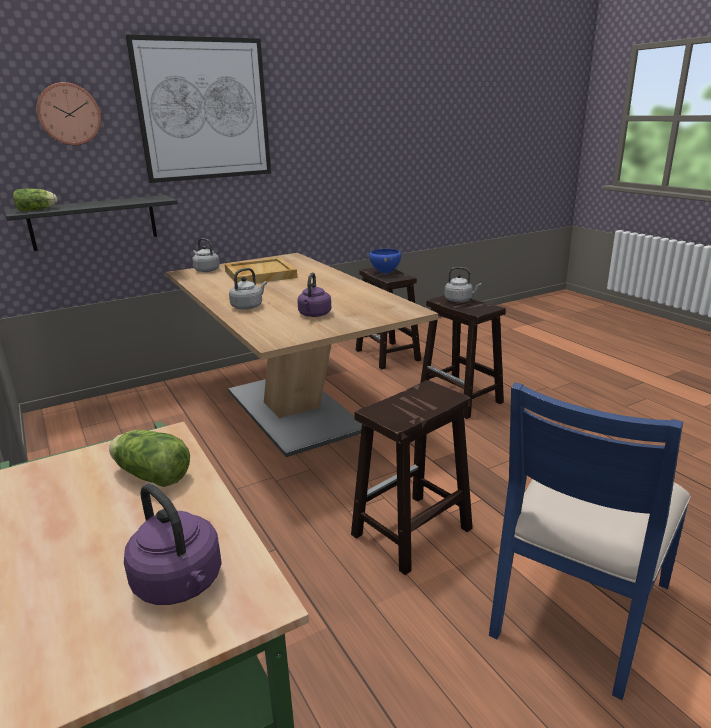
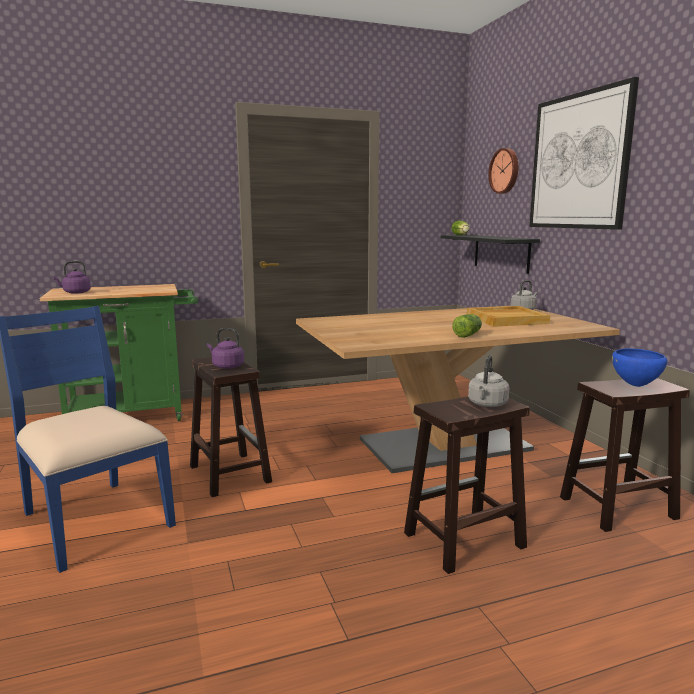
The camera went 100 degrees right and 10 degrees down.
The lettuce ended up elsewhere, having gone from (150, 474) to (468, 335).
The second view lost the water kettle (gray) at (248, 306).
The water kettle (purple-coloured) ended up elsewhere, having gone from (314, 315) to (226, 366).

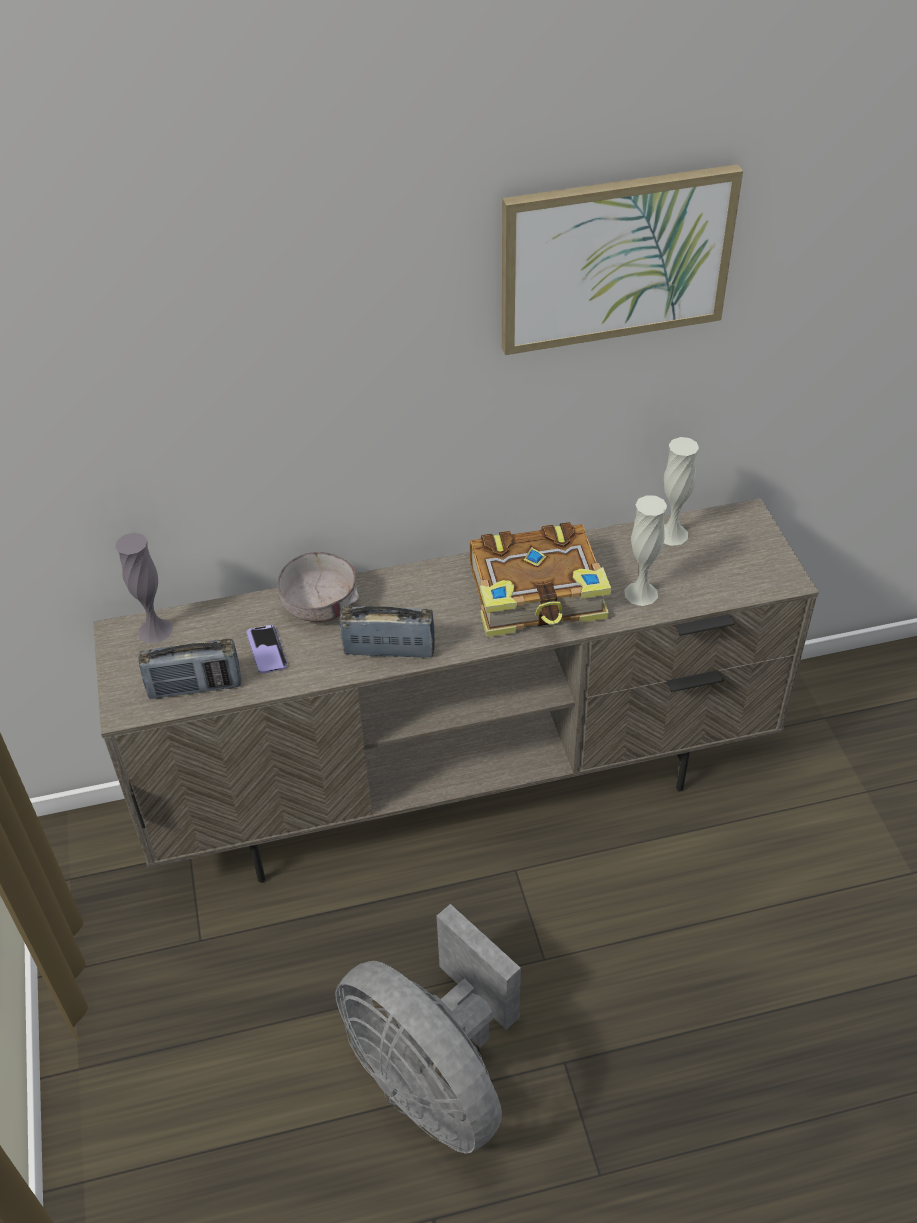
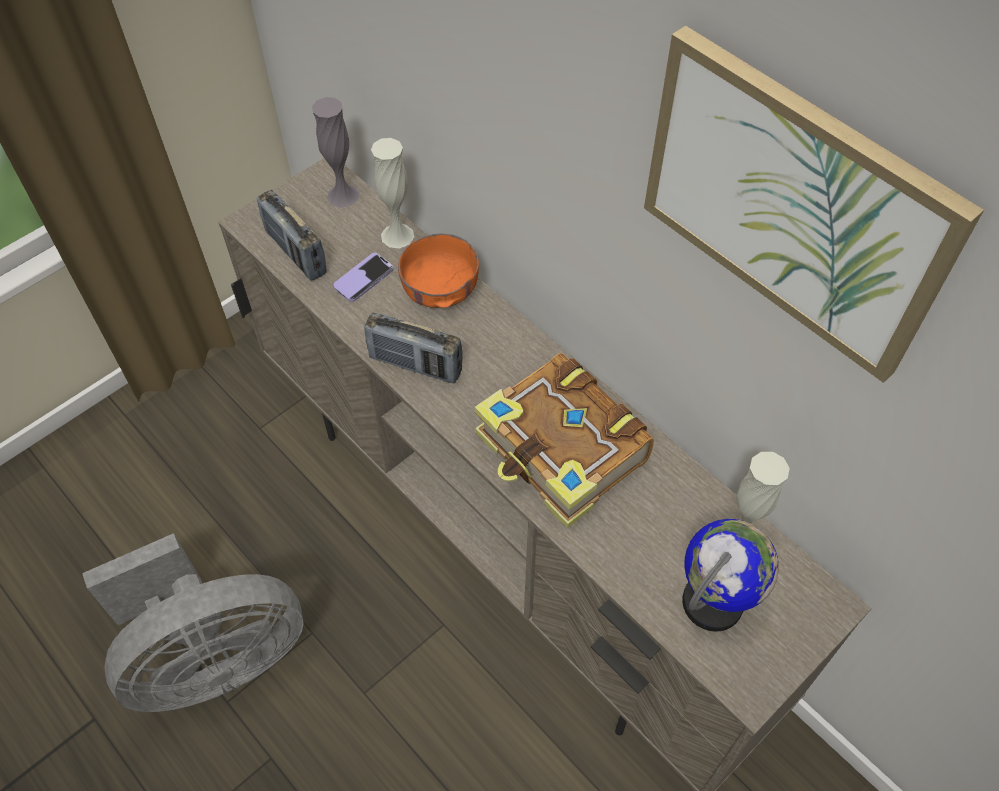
The camera went 60 degrees right and 10 degrees up.
What was the bowl (gray) at (319, 604) turned into the bowl (orange-coloured) at (440, 287).
The fan (gray) at (435, 1077) ended up facing another way, 135 degrees counterclockwise from before.
The radio set at (389, 650) ended up facing another way, 135 degrees clockwise from before.
The flower vase (white-coloured) ended up elsewhere, having gone from (641, 593) to (397, 235).
The second view gained the world globe at (713, 603).

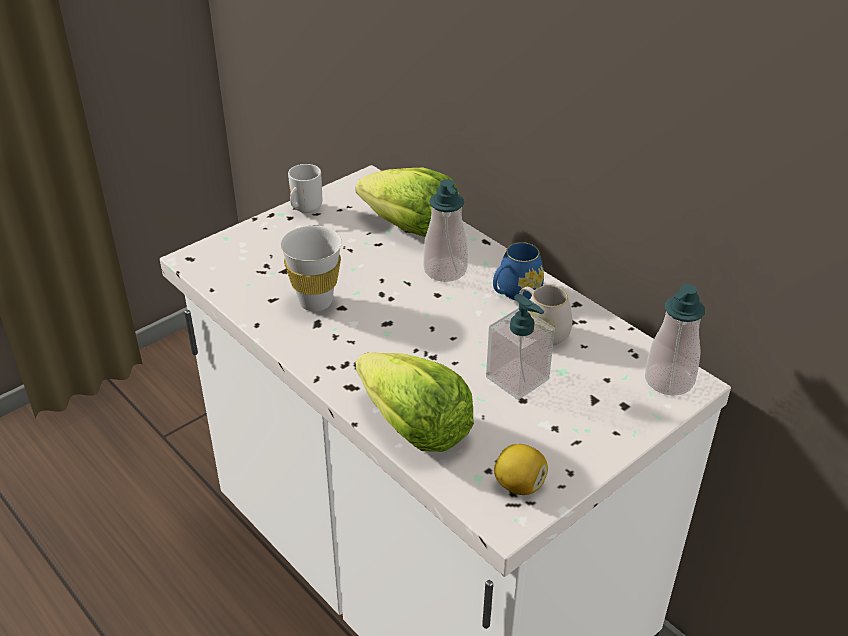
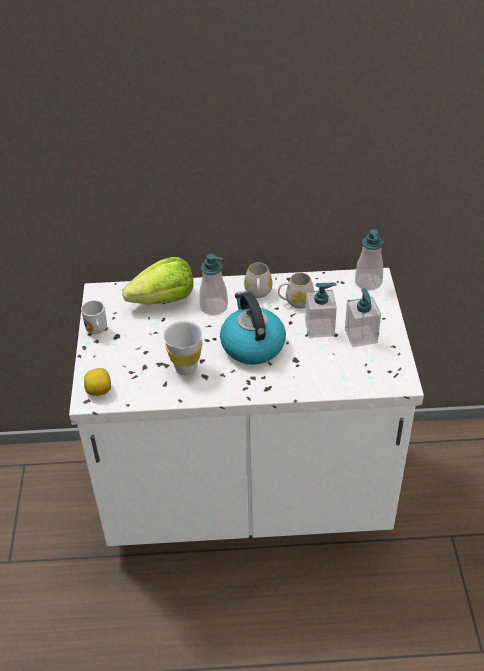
The camera went 50 degrees left and 5 degrees up.
The second view lost the lettuce at (413, 427).
What was the tea mug (blue) at (514, 292) turned into the tea mug (white-coloured) at (258, 293).
The lemon ended up elsewhere, having gone from (519, 485) to (99, 390).
The second view gained the water kettle at (252, 345).
The second view gained the liquid soap bottle at (361, 336).

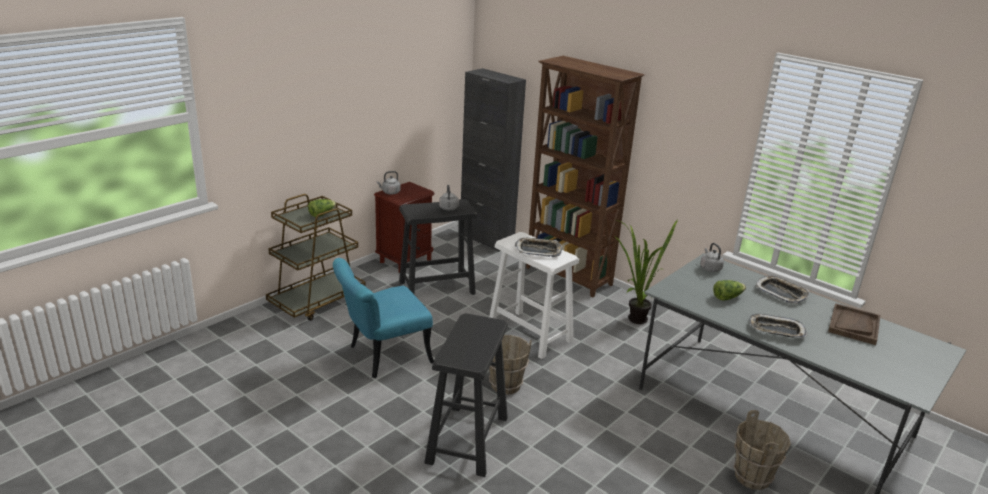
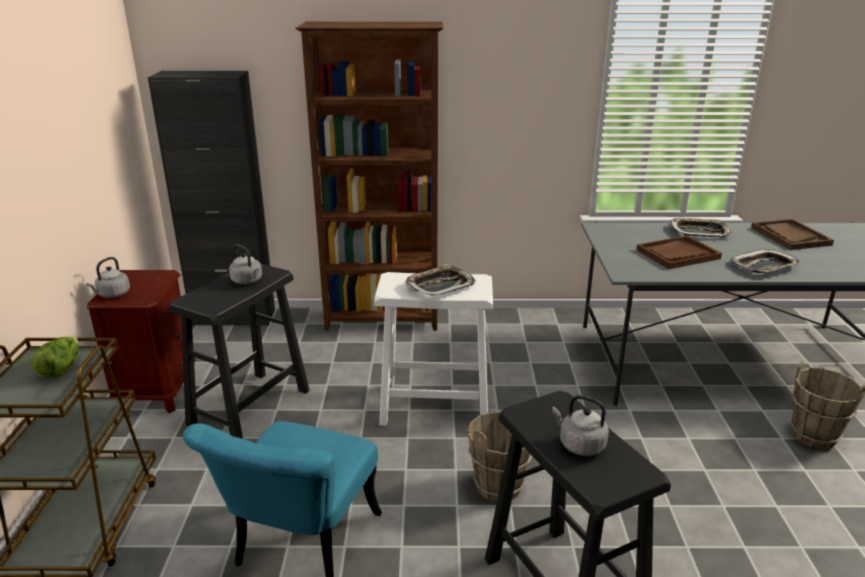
The camera went 40 degrees left and 0 degrees up.
The second view lost the potted plant at (633, 318).
The water kettle (gray) ended up elsewhere, having gone from (710, 268) to (579, 445).
Where the lettuce stood at (727, 297), the carrying tray (brown) came to stand at (677, 254).

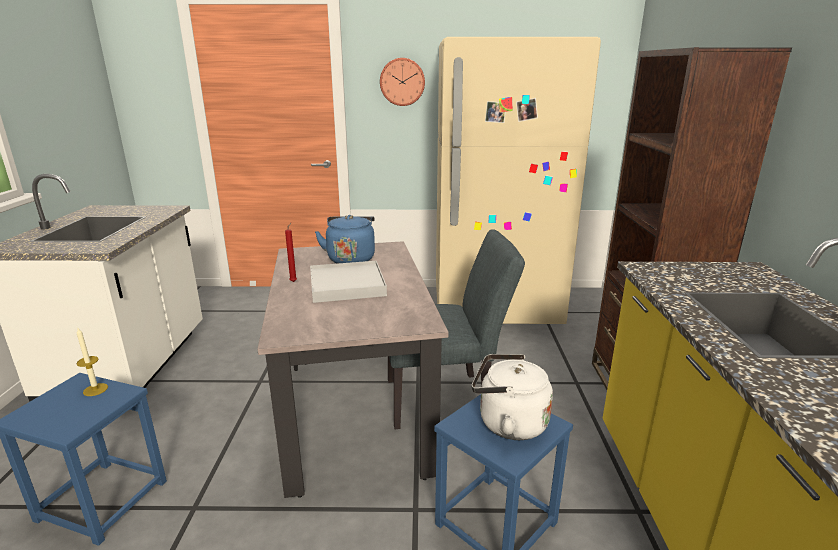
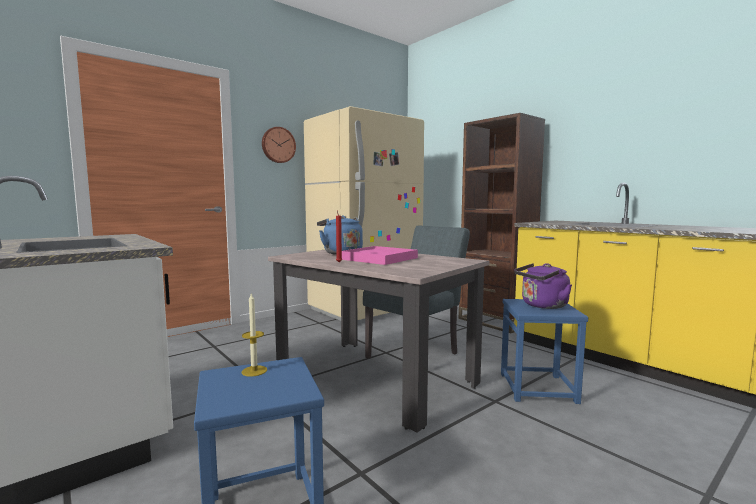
The camera went 40 degrees left and 15 degrees down.
What was the carrying tray (white-coloured) at (346, 285) turned into the carrying tray (pink-coloured) at (379, 258).
What was the water kettle (white-coloured) at (508, 423) turned into the water kettle (purple-coloured) at (542, 306).

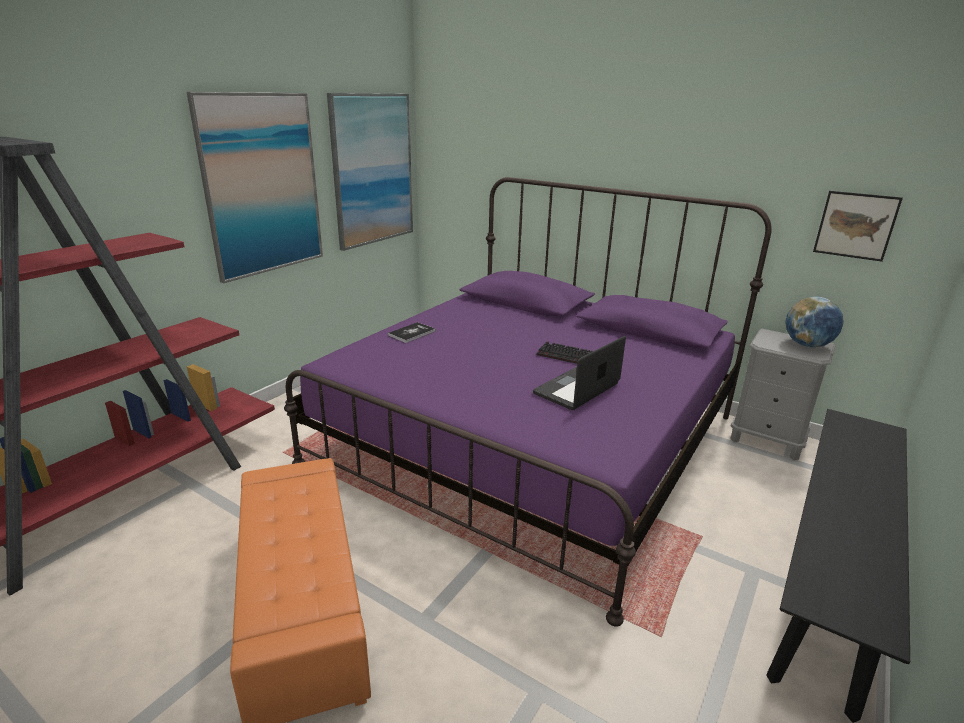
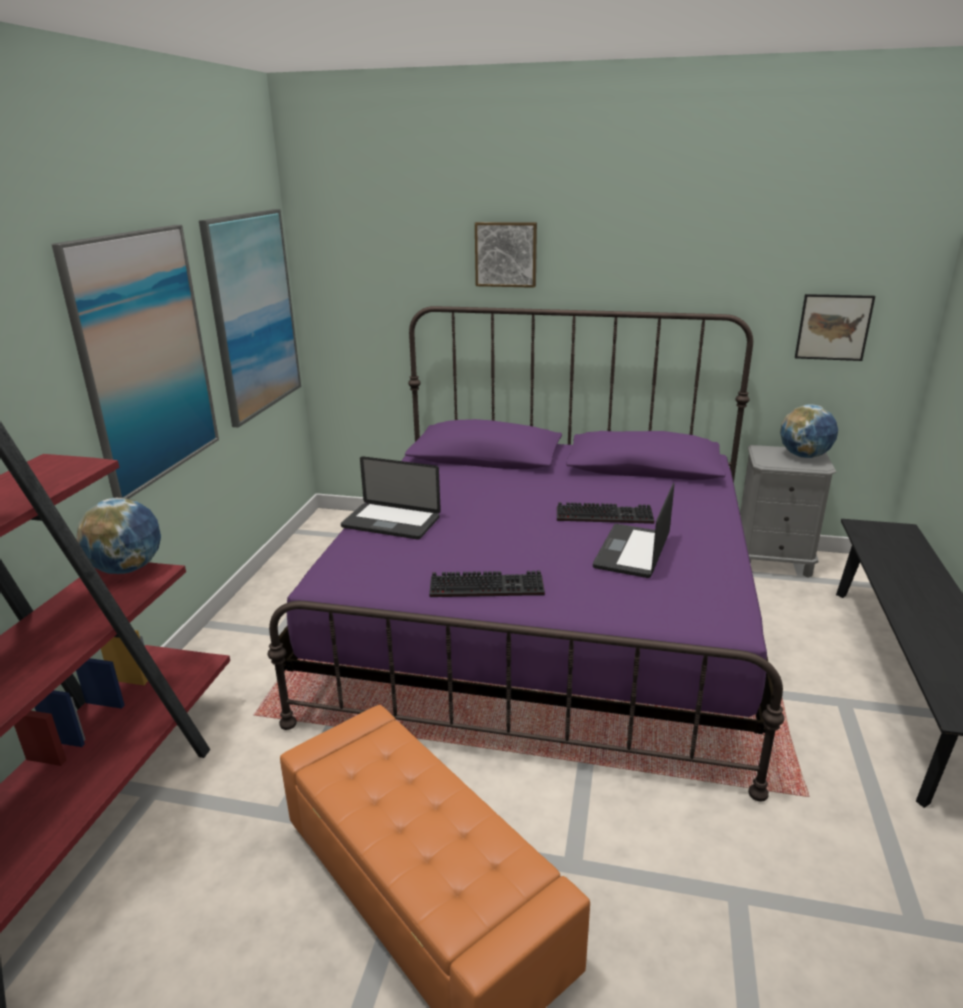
The camera went 20 degrees left and 0 degrees up.
Where the bound book stood at (412, 333), the laptop came to stand at (391, 522).
The second view gained the world globe at (128, 569).
The second view gained the computer keyboard at (488, 586).
The second view gained the picture at (506, 254).

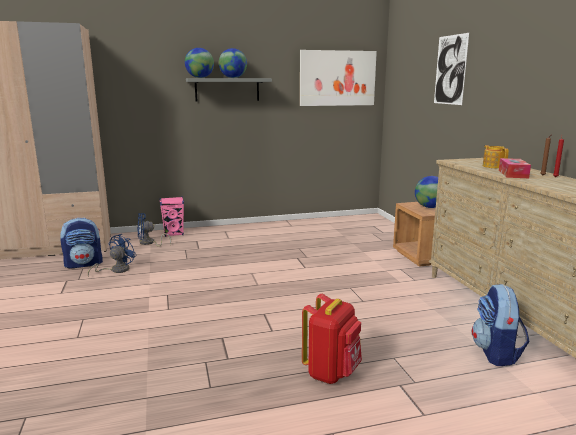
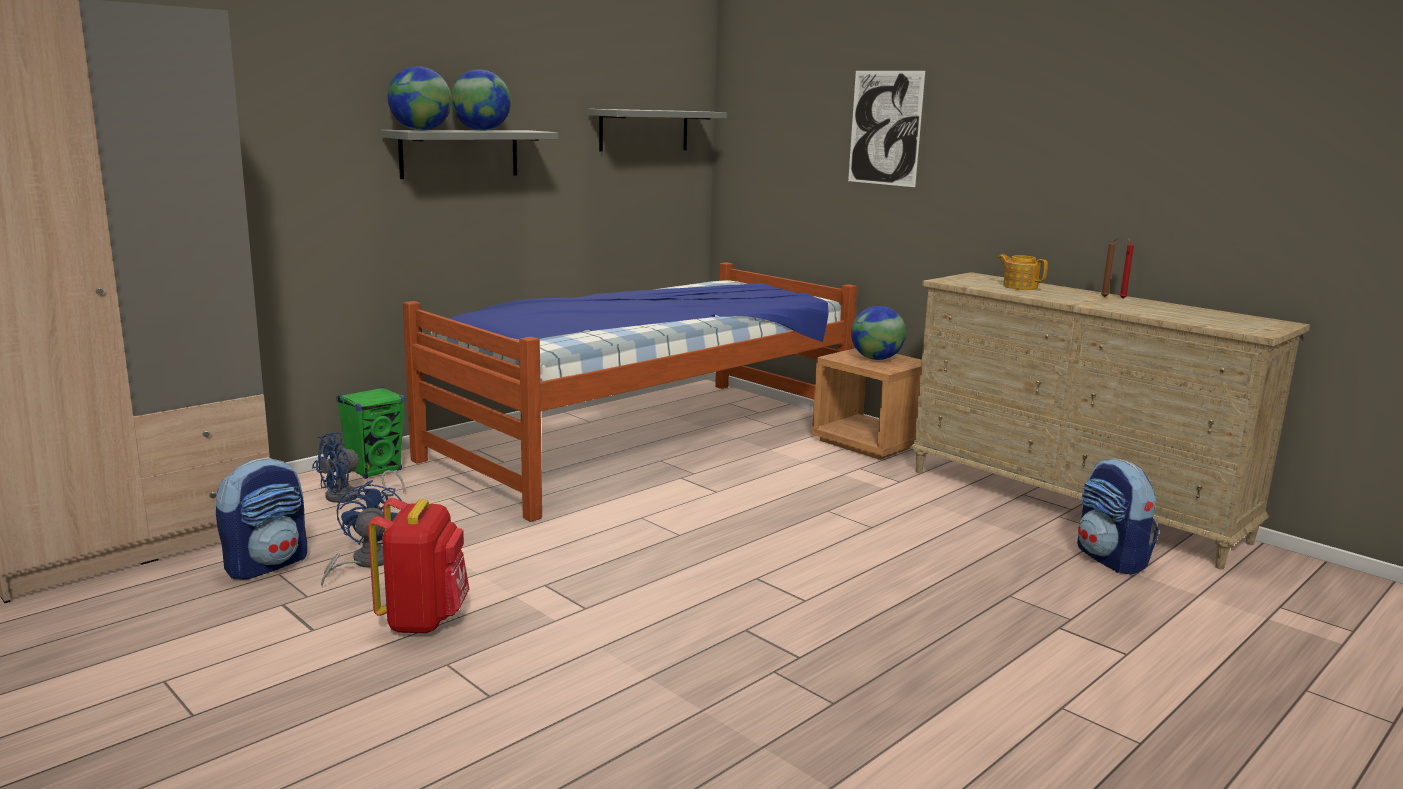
The camera went 30 degrees left and 0 degrees up.
What was the loudspeaker (pink-coloured) at (174, 234) turned into the loudspeaker (greenish) at (375, 470).
Where the picture hung at (337, 78), the wall shelf (gray) came to hang at (644, 130).
The rucksack (red-coloured) ended up elsewhere, having gone from (332, 372) to (423, 620).
The second view lost the tissue holder at (513, 174).
The second view gained the sleeping bed at (643, 439).

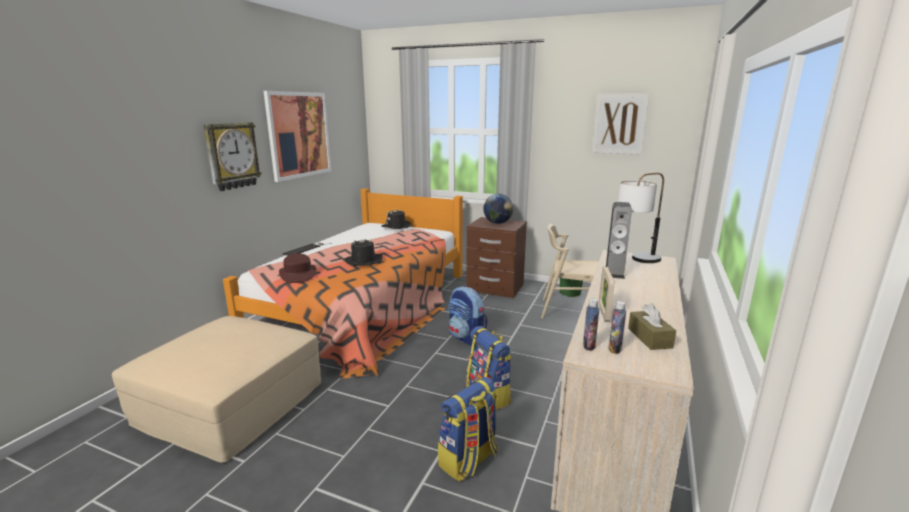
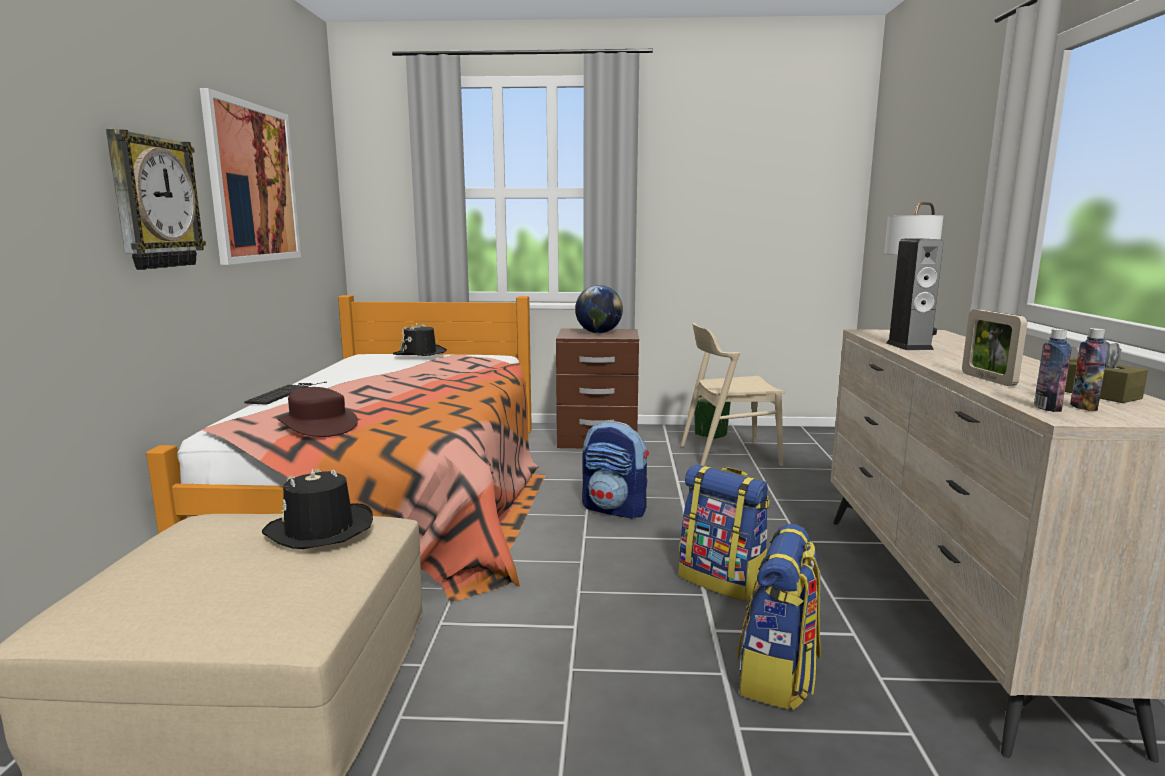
The camera went 20 degrees left and 5 degrees down.
The wearable hat (blackish) ended up elsewhere, having gone from (363, 261) to (319, 530).
The second view lost the picture at (619, 124).

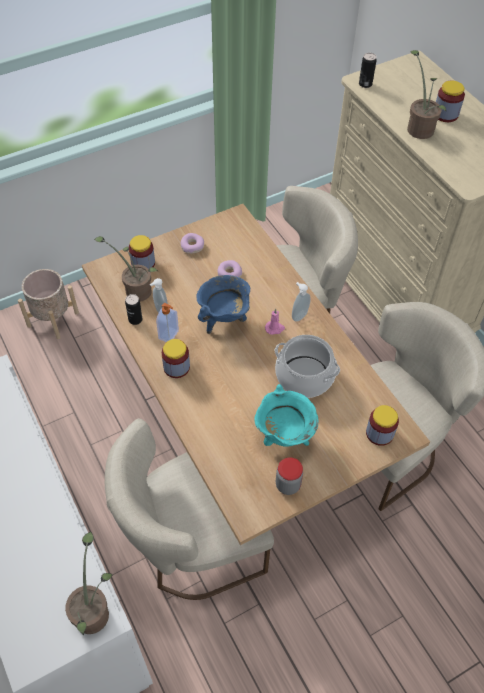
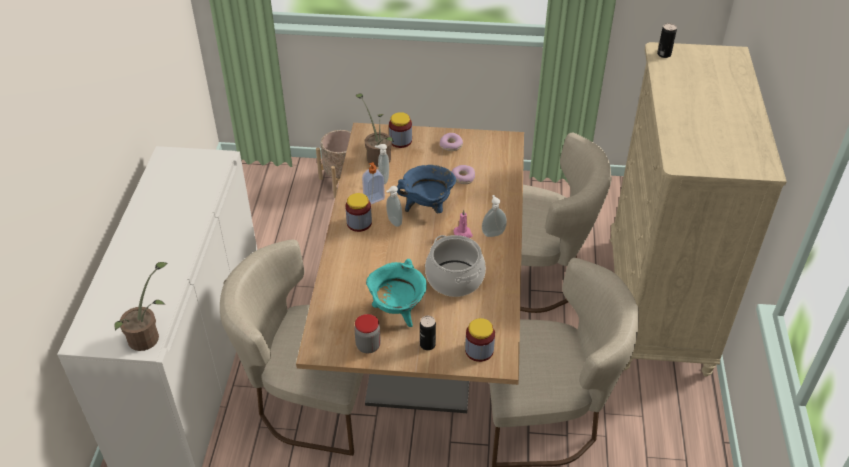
The camera went 35 degrees right and 10 degrees down.
The sealed can ended up elsewhere, having gone from (135, 319) to (427, 344).
The second view lost the potted plant at (419, 127).
The second view lost the preserve jar at (445, 114).
The second view gained the liquid soap bottle at (393, 222).

